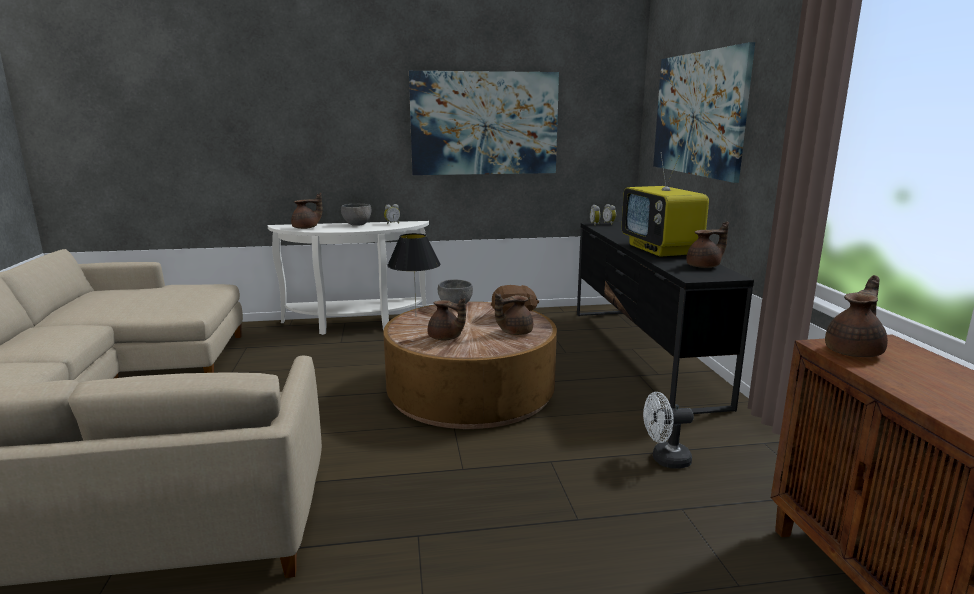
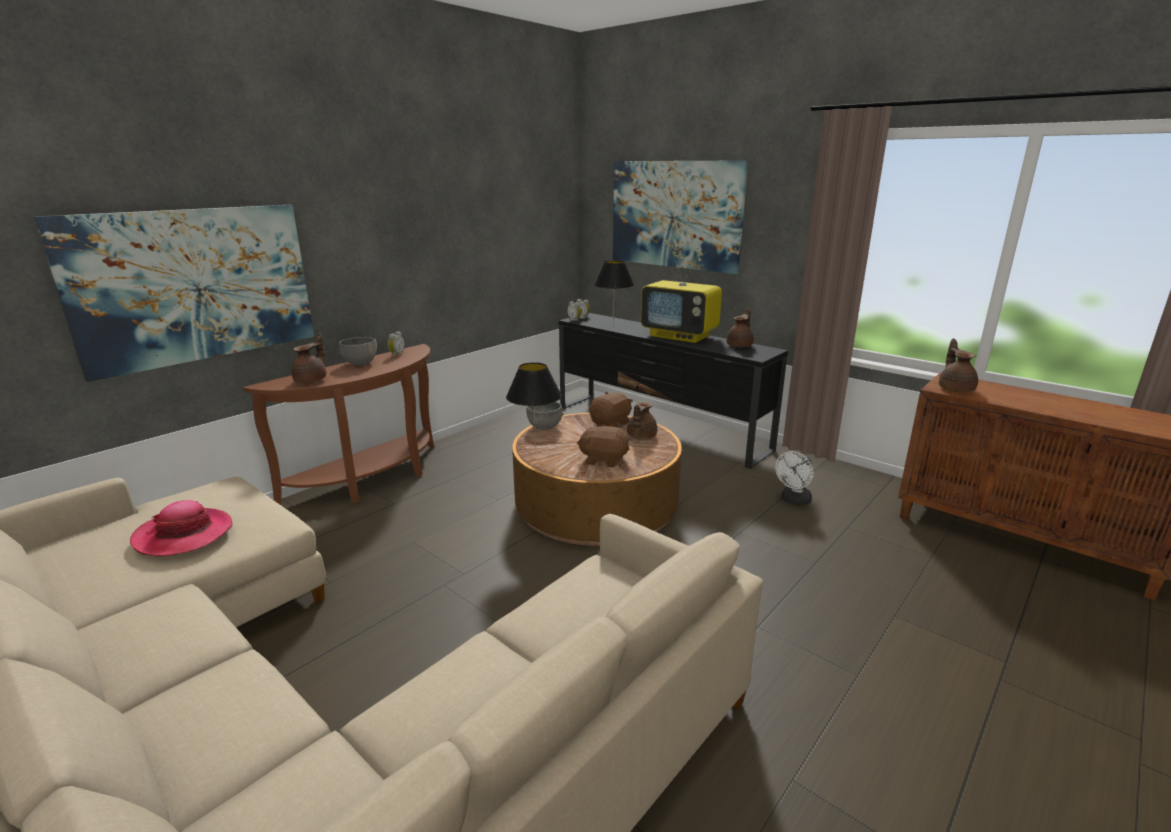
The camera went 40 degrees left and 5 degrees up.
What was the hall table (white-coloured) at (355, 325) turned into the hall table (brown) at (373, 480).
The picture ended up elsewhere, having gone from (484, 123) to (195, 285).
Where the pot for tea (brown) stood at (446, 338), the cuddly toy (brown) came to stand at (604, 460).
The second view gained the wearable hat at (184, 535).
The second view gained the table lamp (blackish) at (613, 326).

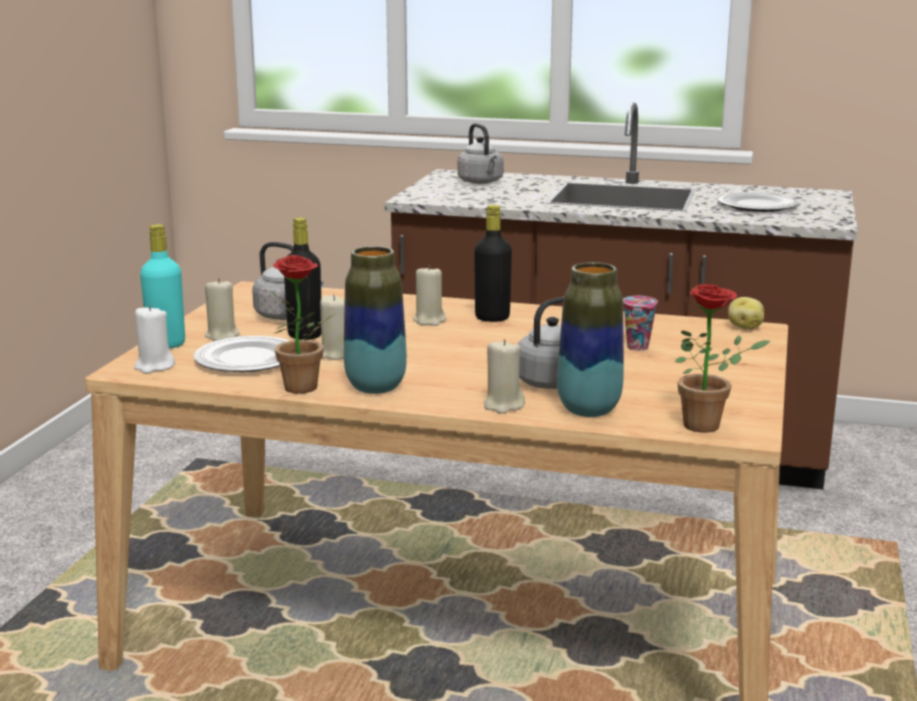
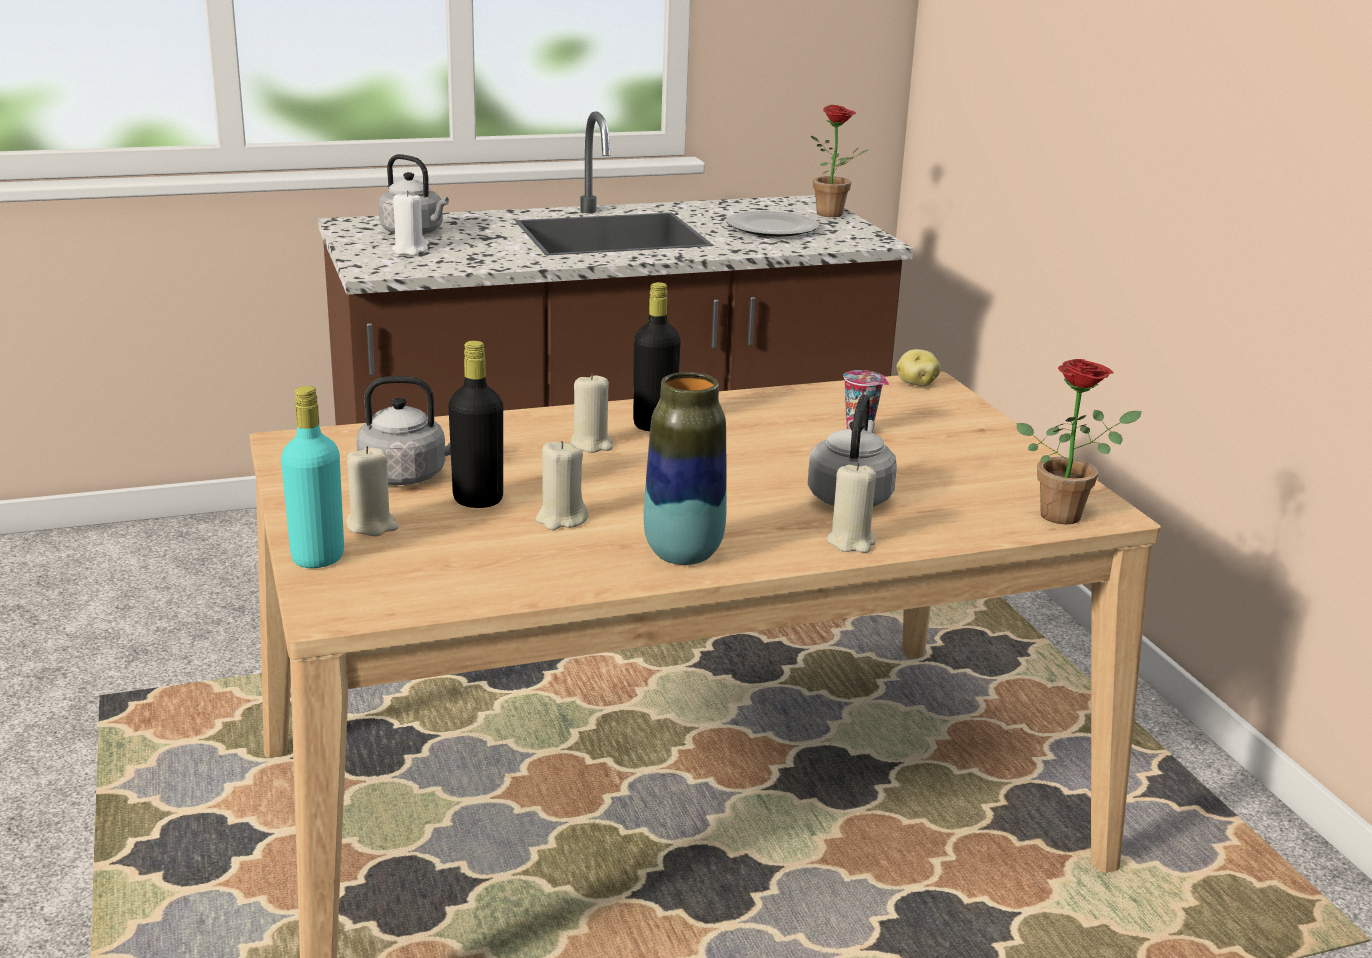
The camera went 35 degrees left and 5 degrees up.
The wax light (white-coloured) ended up elsewhere, having gone from (154, 366) to (410, 250).
The second view lost the plate at (248, 359).
The potted plant ended up elsewhere, having gone from (303, 390) to (835, 215).
The second view lost the flower vase at (588, 410).

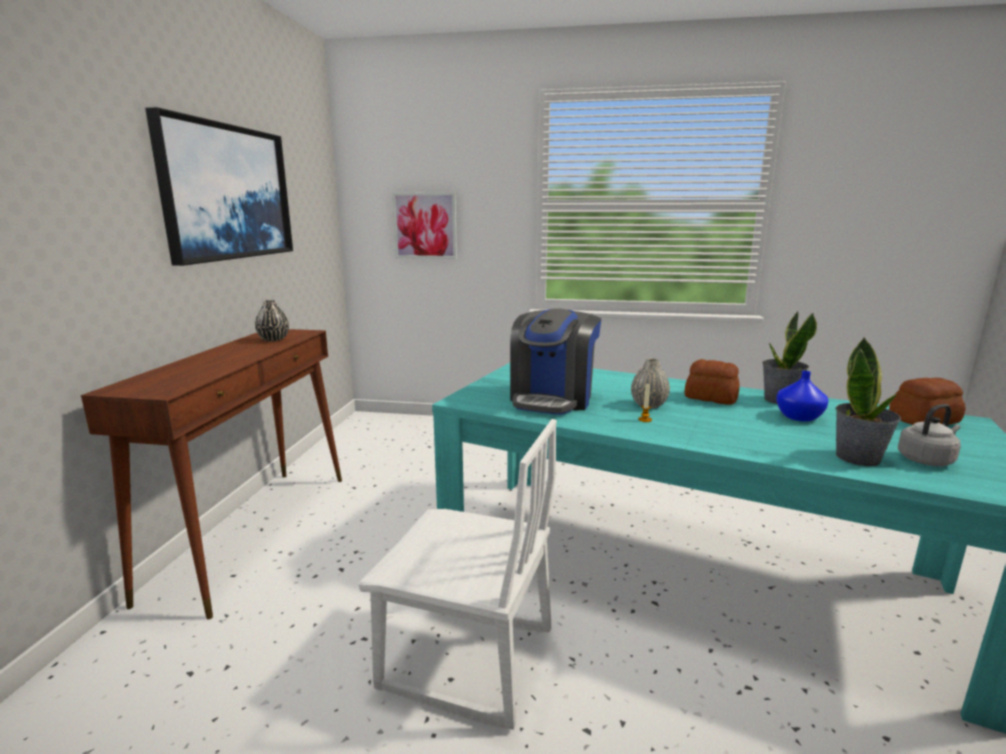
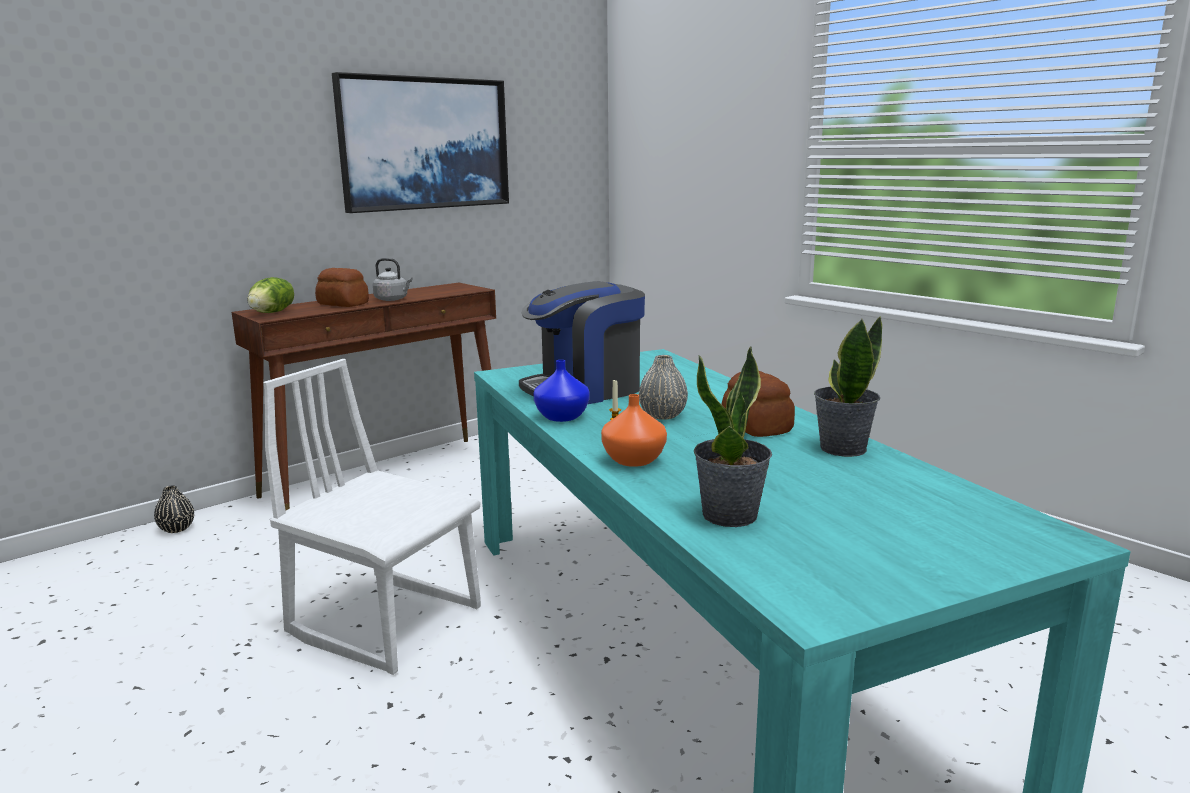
The camera went 40 degrees right and 0 degrees up.
The flower vase (blackish) ended up elsewhere, having gone from (273, 339) to (176, 529).
The plain chair (white-coloured) at (467, 660) ended up facing another way, 150 degrees clockwise from before.
The second view lost the picture at (425, 226).
The flower vase (blue) ended up elsewhere, having gone from (798, 417) to (562, 416).
The baked bread ended up elsewhere, having gone from (922, 420) to (343, 304).
The water kettle (gray) ended up elsewhere, having gone from (926, 460) to (393, 299).
The second view gained the lettuce at (273, 312).
The second view gained the flower vase (orange-coloured) at (634, 460).

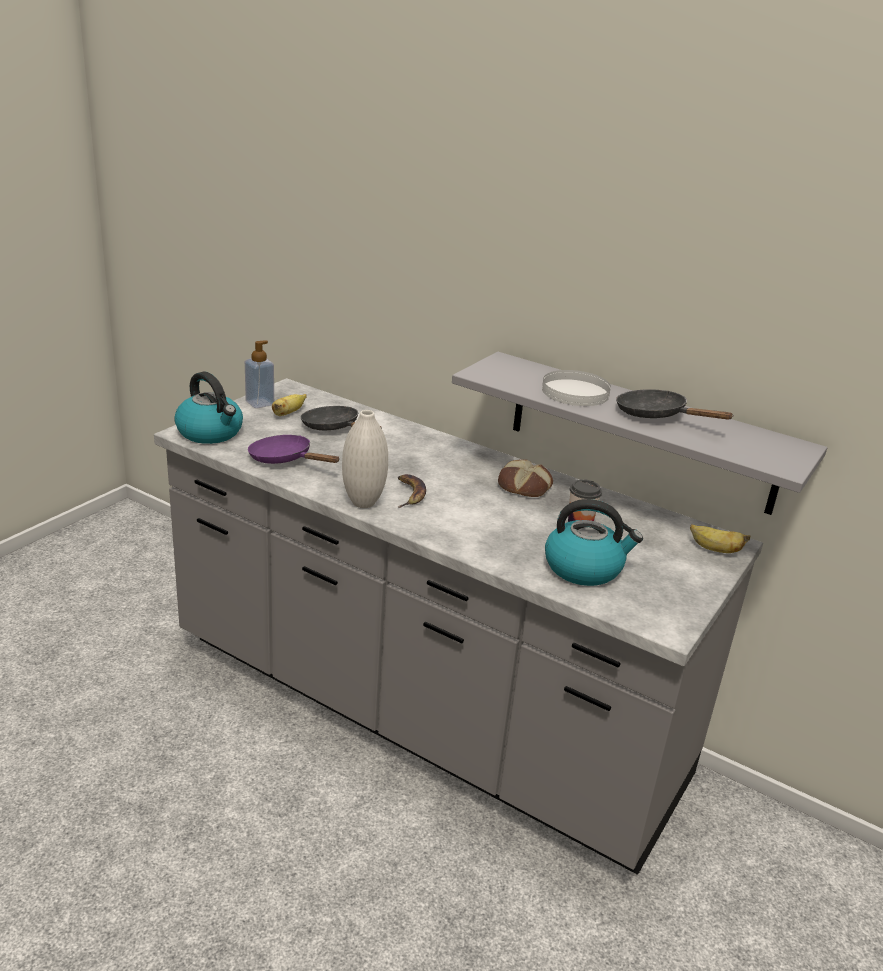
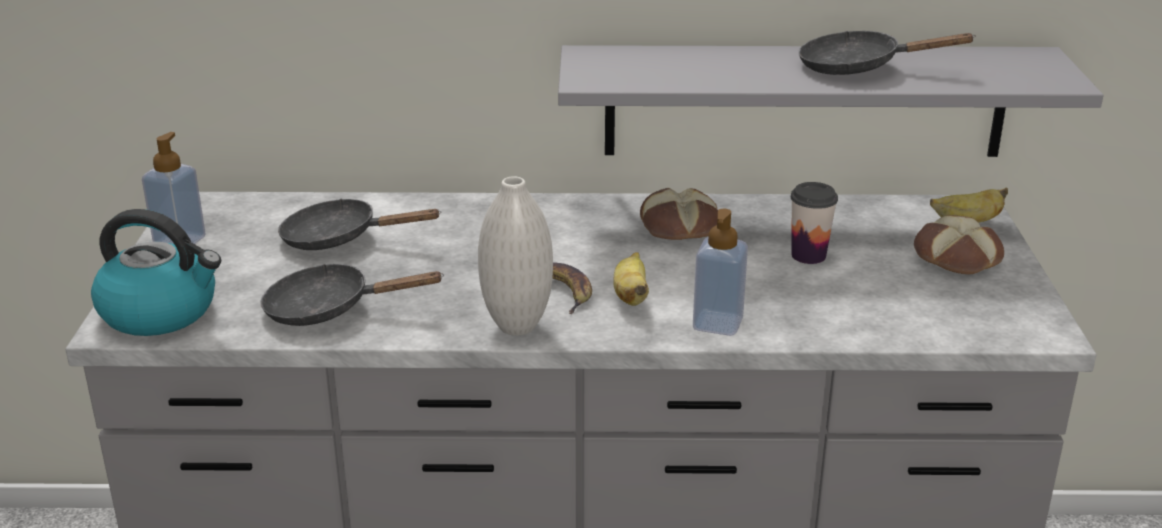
The camera went 30 degrees left and 0 degrees up.
What was the frying pan (purple-coloured) at (285, 459) turned into the frying pan (blackish) at (329, 309).
The banana fruit ended up elsewhere, having gone from (288, 413) to (631, 296).
The second view lost the plate (white-coloured) at (575, 392).
The second view lost the water kettle at (584, 568).
The second view gained the liquid soap bottle at (717, 323).
The second view gained the baked bread at (955, 257).

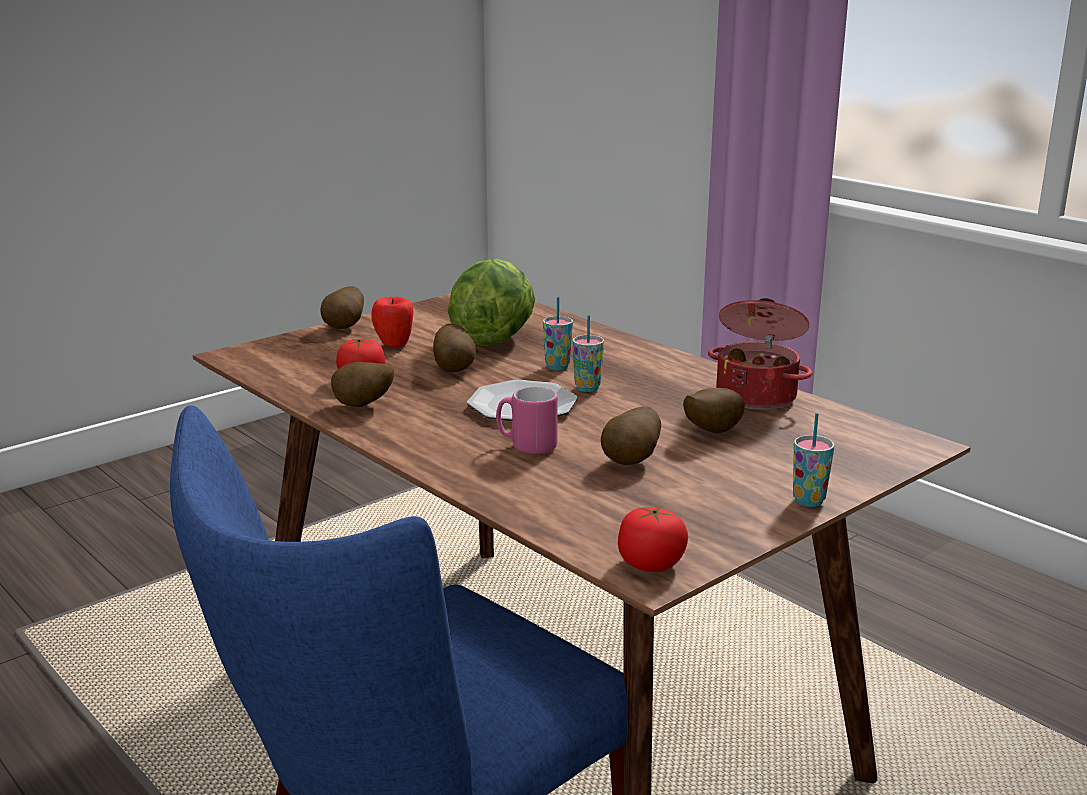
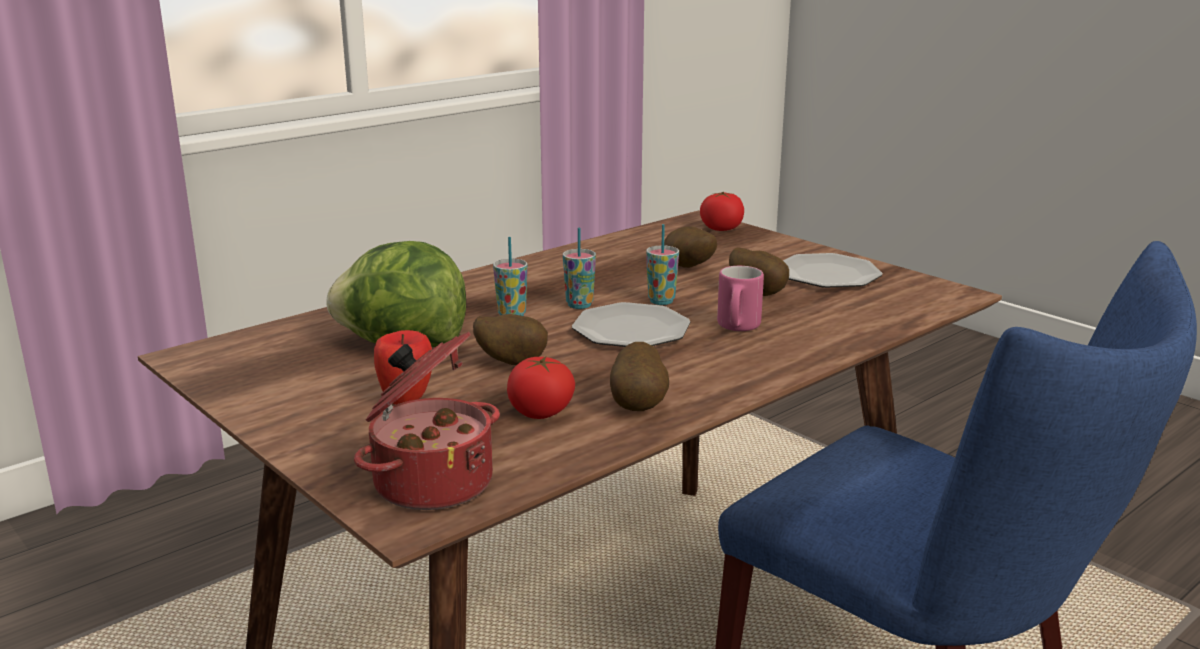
The camera went 90 degrees left and 0 degrees up.
The second view lost the potato at (345, 327).
The whole tomato ended up elsewhere, having gone from (650, 564) to (721, 228).
The saucepot ended up elsewhere, having gone from (757, 396) to (431, 482).
The cup ended up elsewhere, having gone from (808, 501) to (661, 301).
The second view gained the plate at (827, 275).

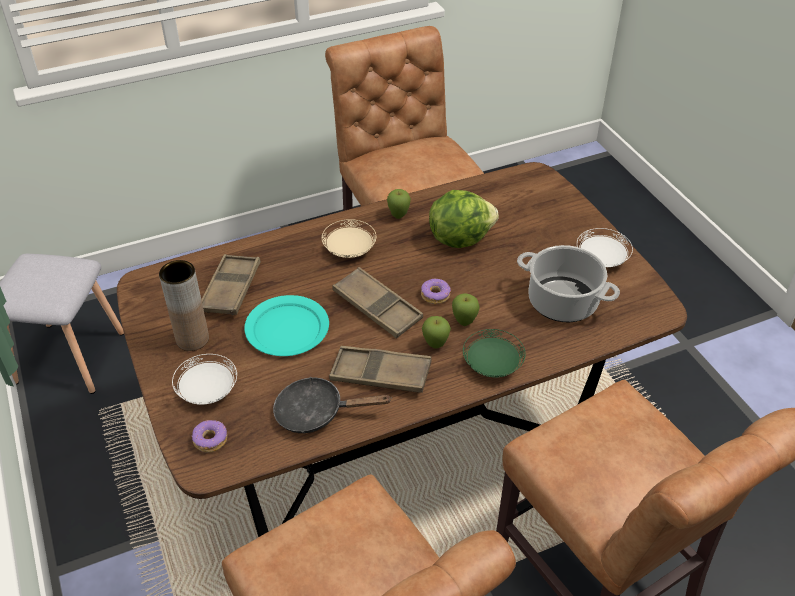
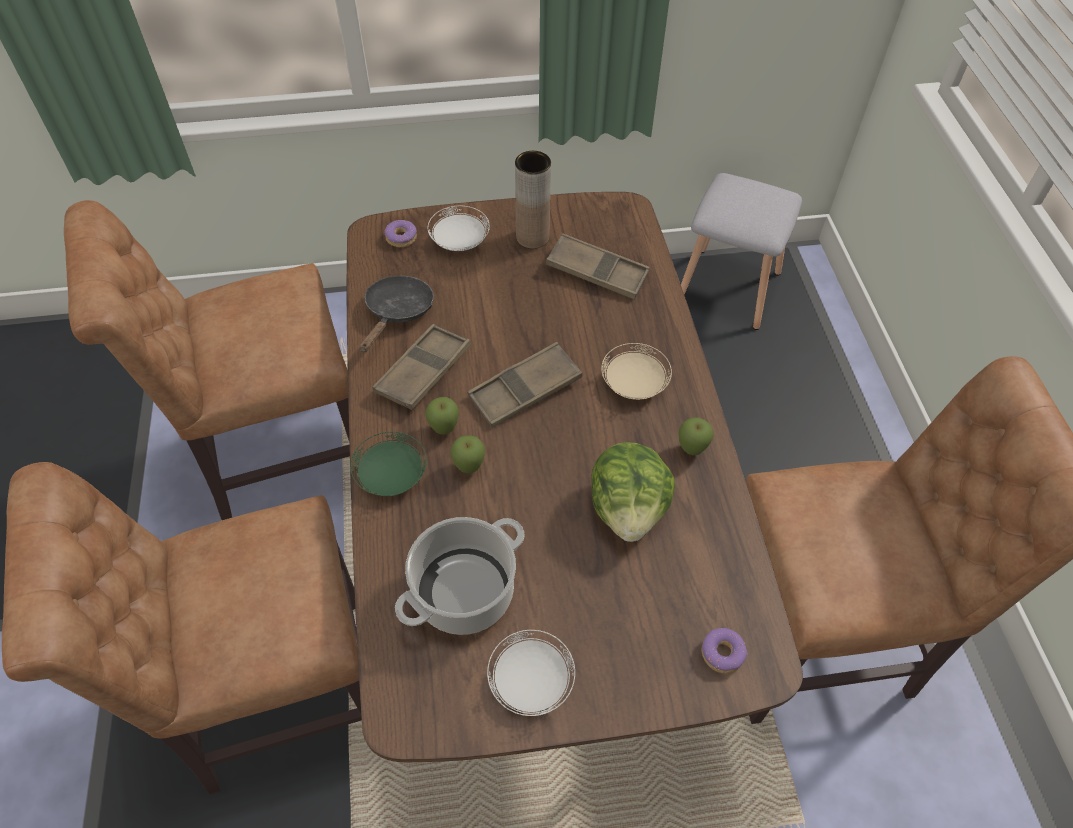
The camera went 105 degrees right and 10 degrees up.
The second view lost the plate (turquoise-coloured) at (286, 329).
The ring doughnut ended up elsewhere, having gone from (435, 295) to (722, 653).

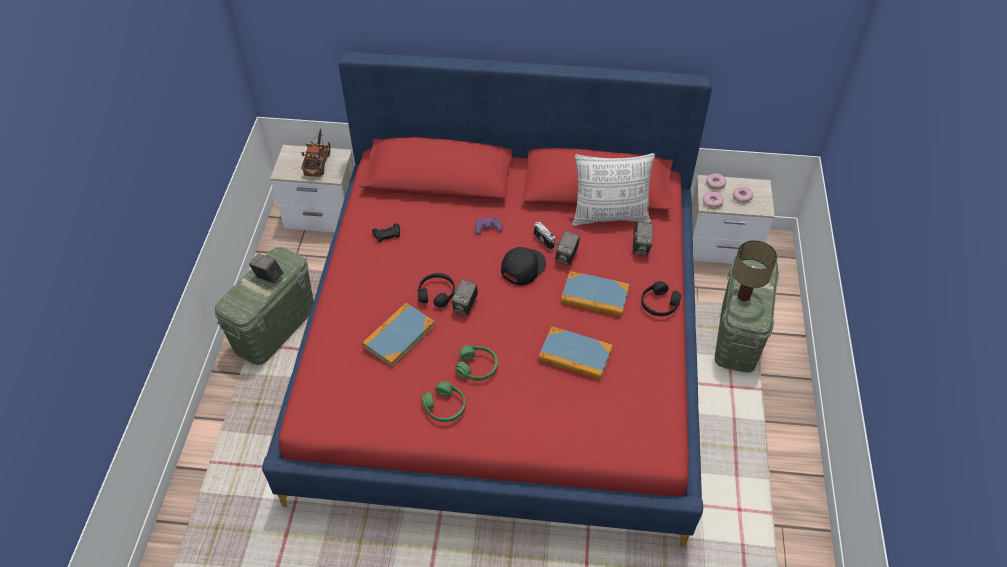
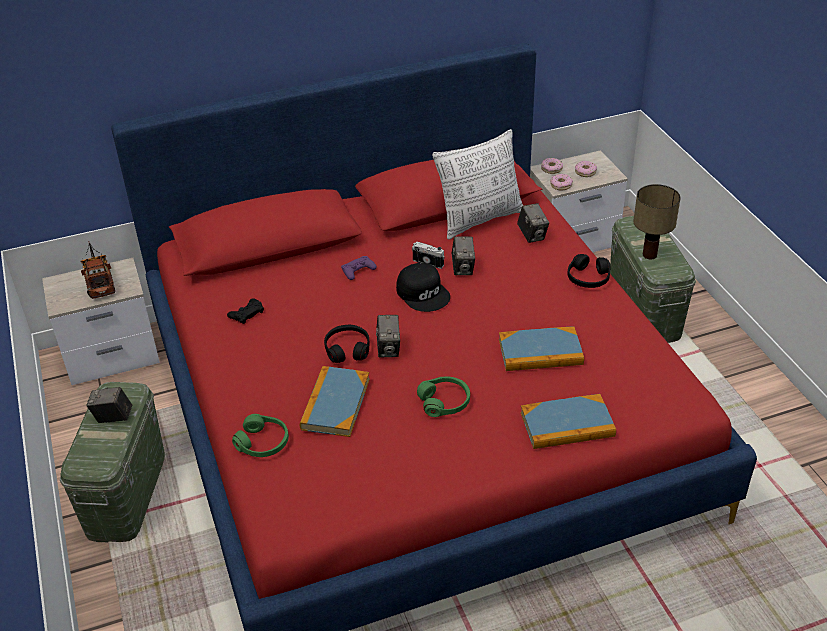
The camera went 25 degrees left and 10 degrees down.
The headset (greenish) ended up elsewhere, having gone from (445, 407) to (263, 442).
The baseball cap (blackish) at (522, 267) ended up facing another way, 135 degrees clockwise from before.
The bound book ended up elsewhere, having gone from (594, 296) to (567, 425).

